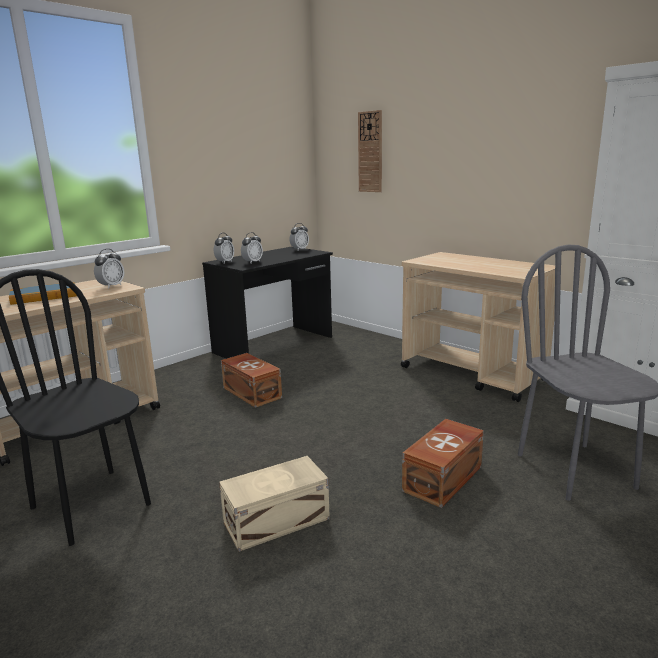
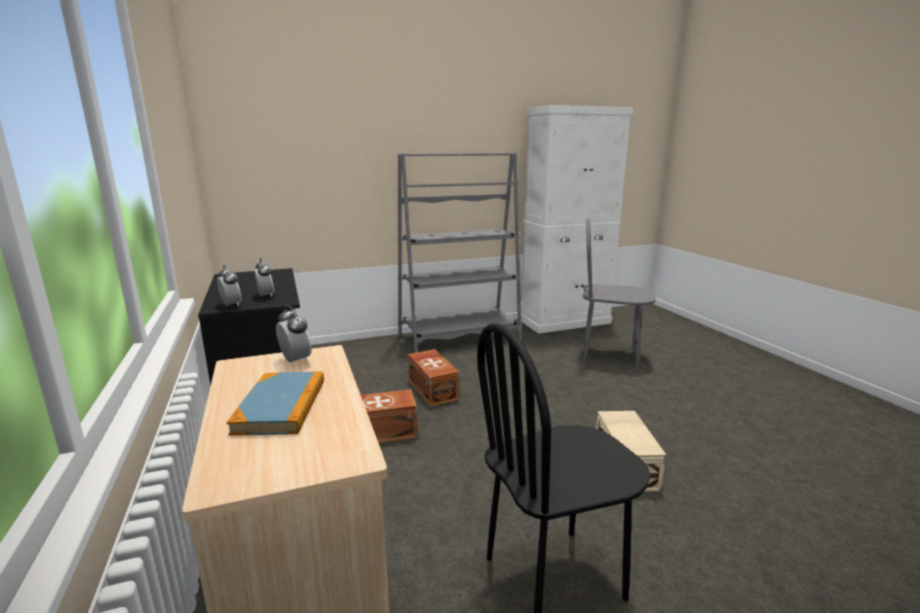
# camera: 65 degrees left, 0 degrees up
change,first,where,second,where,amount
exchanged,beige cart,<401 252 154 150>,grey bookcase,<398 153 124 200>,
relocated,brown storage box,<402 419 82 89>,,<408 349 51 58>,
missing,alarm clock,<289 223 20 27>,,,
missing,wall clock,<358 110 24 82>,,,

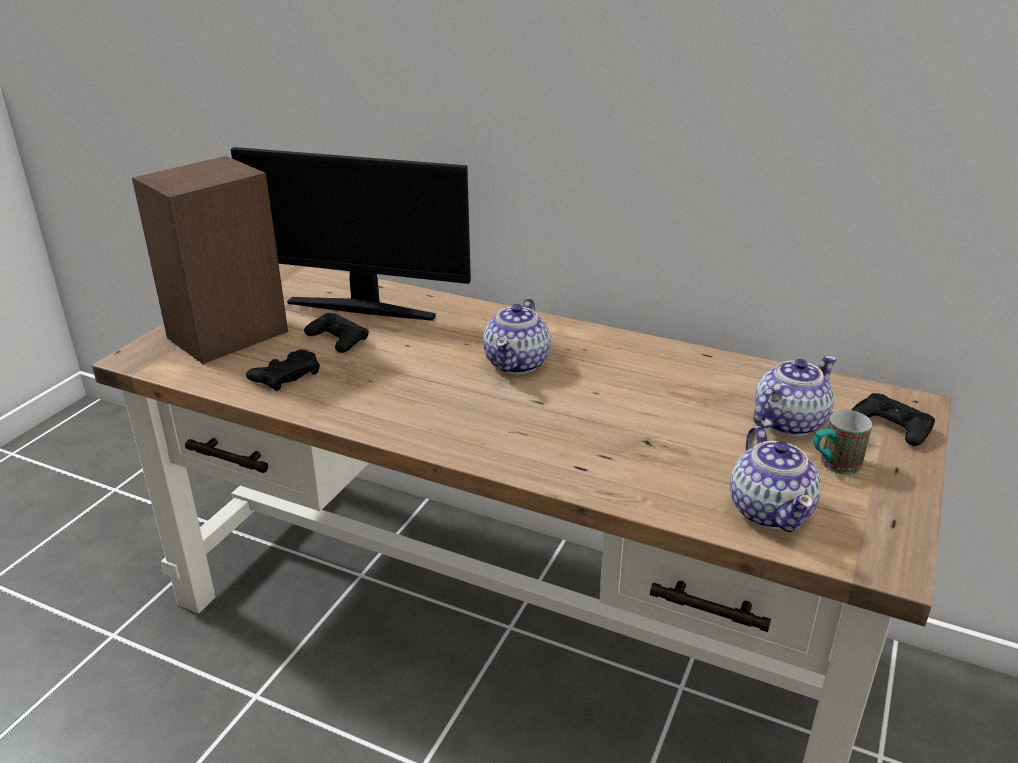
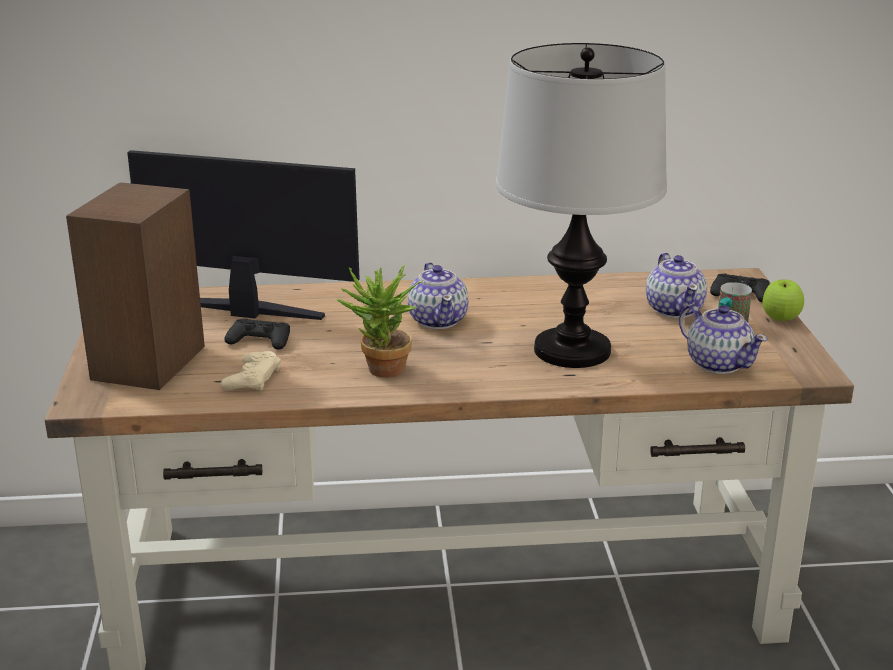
# camera: 30 degrees left, 5 degrees down
change,first,where,second,where,amount
spun,monitor,<231 147 240 174>,,<127 150 233 170>,150 degrees counterclockwise
colour,black game controller,<246 350 74 41>,beige game controller,<221 351 61 40>,
appeared,,,potted plant,<336 264 87 114>,
appeared,,,table lamp,<496 43 171 325>,
spun,teapot,<753 355 84 81>,,<646 253 61 65>,150 degrees clockwise
appeared,,,apple,<762 280 42 41>,

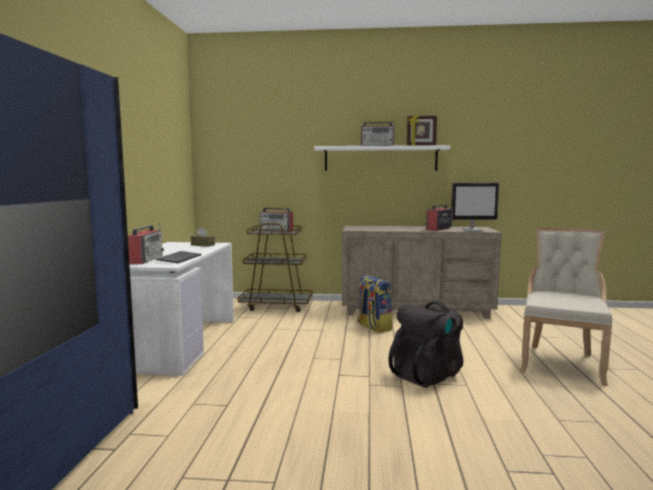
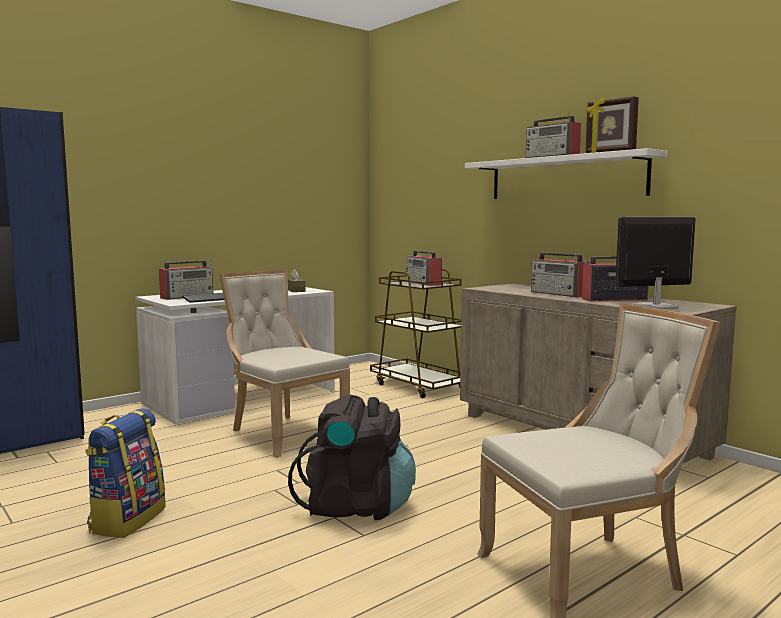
# camera: 45 degrees right, 0 degrees up
change,first,where,second,where,amount
relocated,backpack,<357 275 35 58>,,<85 408 81 130>,
appeared,,,beige chair,<219 269 131 189>,
appeared,,,radio,<531 253 58 44>,
spun,monitor,<451 183 48 48>,,<615 217 81 92>,120 degrees clockwise

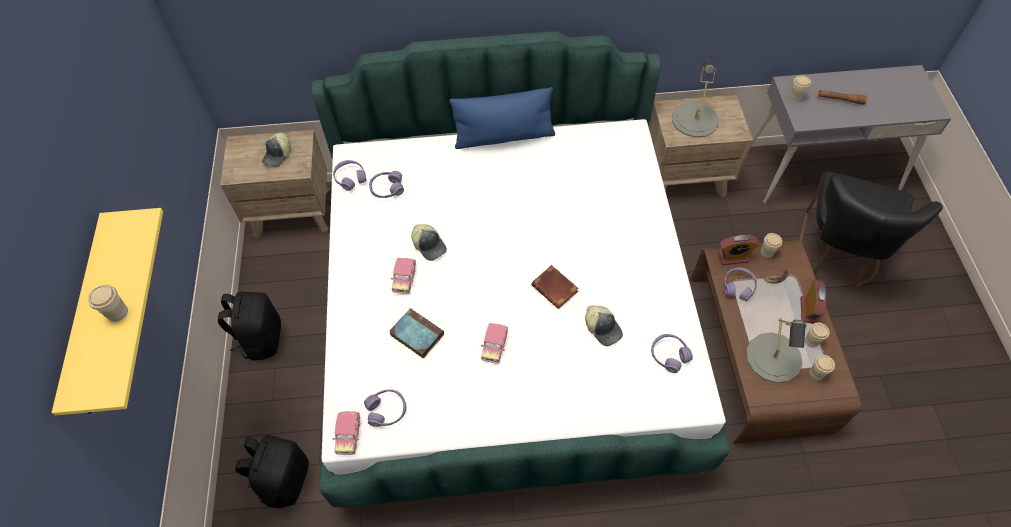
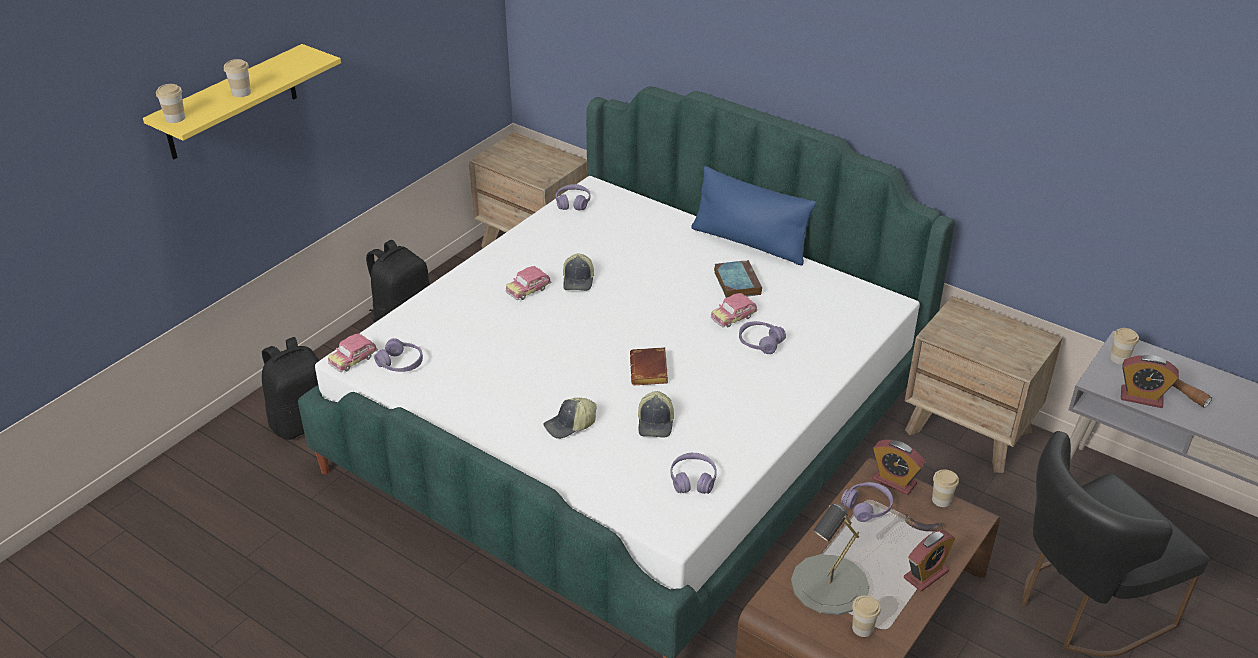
# camera: 40 degrees right, 20 degrees down
change,first,where,second,where,amount
relocated,cup,<805 322 25 26>,,<156 84 29 39>,
relocated,cap,<262 133 29 34>,,<544 398 52 41>,
relocated,toy car,<481 323 27 41>,,<711 293 47 35>,
relocated,book,<389 308 55 50>,,<714 260 48 38>,
relocated,purple headphones,<369 171 35 27>,,<739 321 47 33>,
appeared,,,alarm clock,<1121 355 58 53>,
missing,grey table lamp,<672 61 47 76>,,,

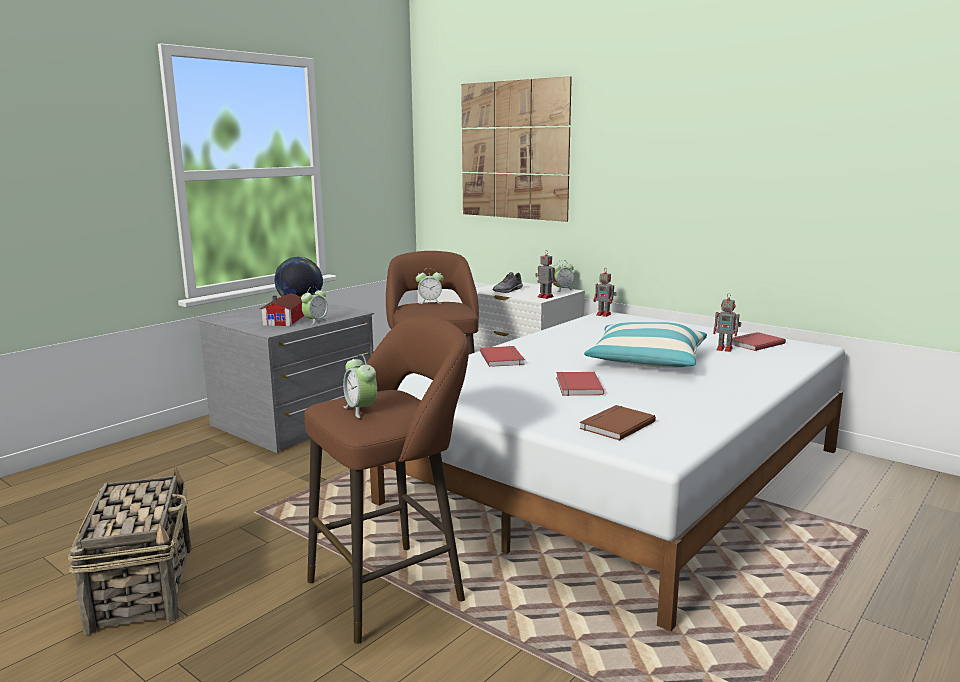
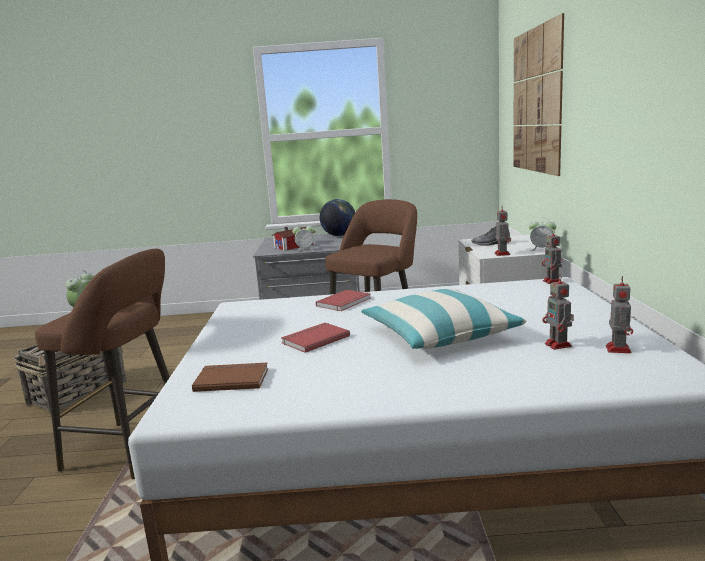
# camera: 50 degrees right, 0 degrees up
change,first,where,second,where,amount
exchanged,red book,<731 332 55 19>,toy robot,<606 276 27 77>,
missing,alarm clock,<416 268 28 36>,,,

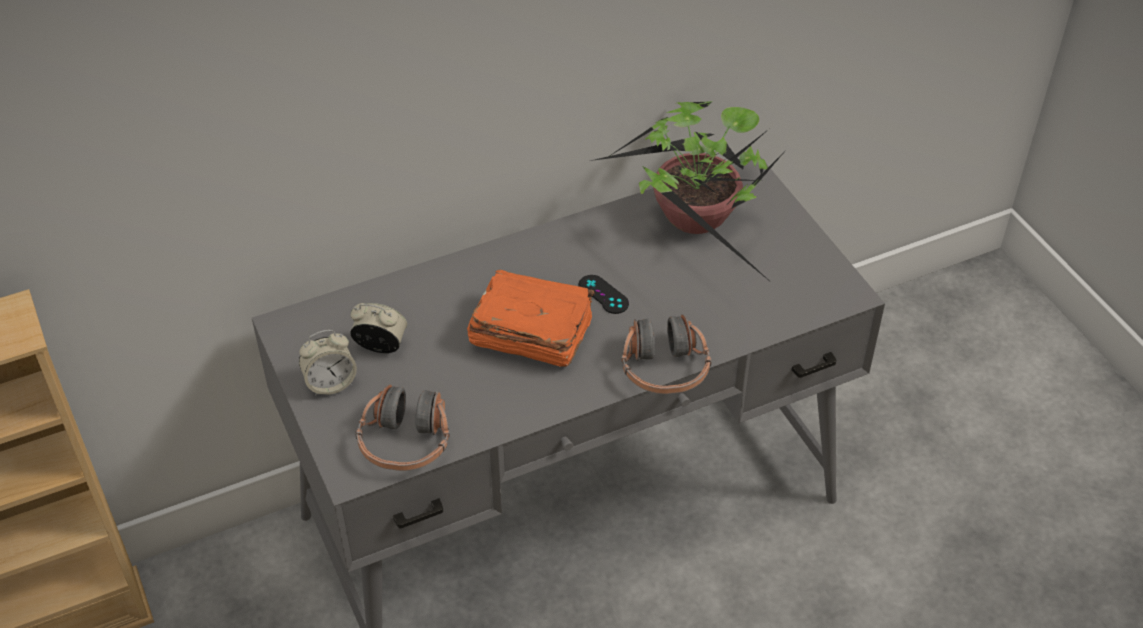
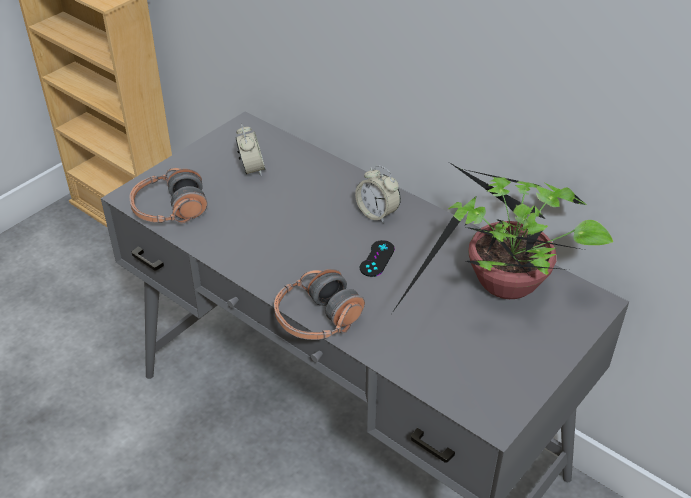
# camera: 65 degrees right, 5 degrees down
change,first,where,second,where,amount
relocated,alarm clock,<299 330 58 66>,,<355 165 46 59>,
missing,orange book,<467 269 127 98>,,,

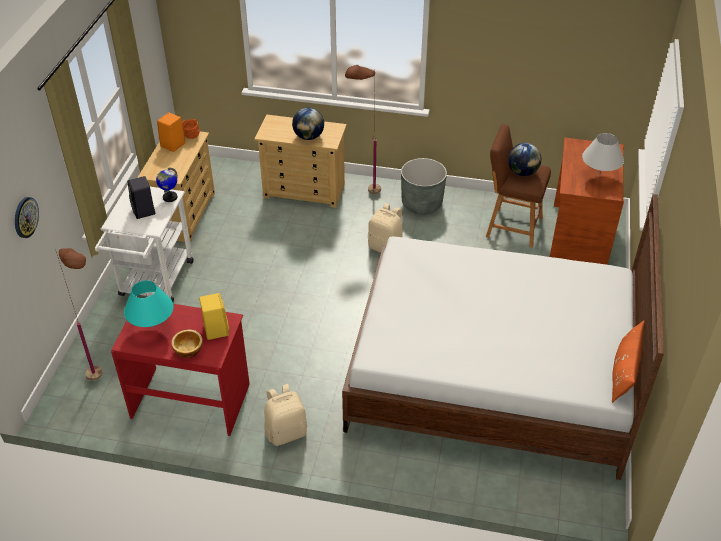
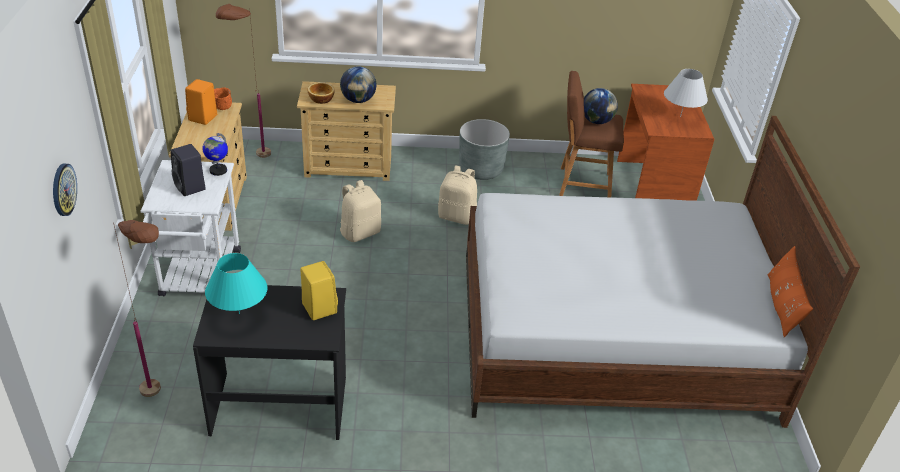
# camera: 15 degrees left, 5 degrees down
change,first,where,second,where,amount
colour,red desk,<111 304 139 132>,black desk,<193 285 153 155>,
relocated,brown floor lamp,<345 65 36 129>,,<216 4 55 154>,
relocated,bowl,<171 329 32 29>,,<307 82 28 22>,
relocated,beige backpack,<264 384 43 62>,,<340 180 41 62>,

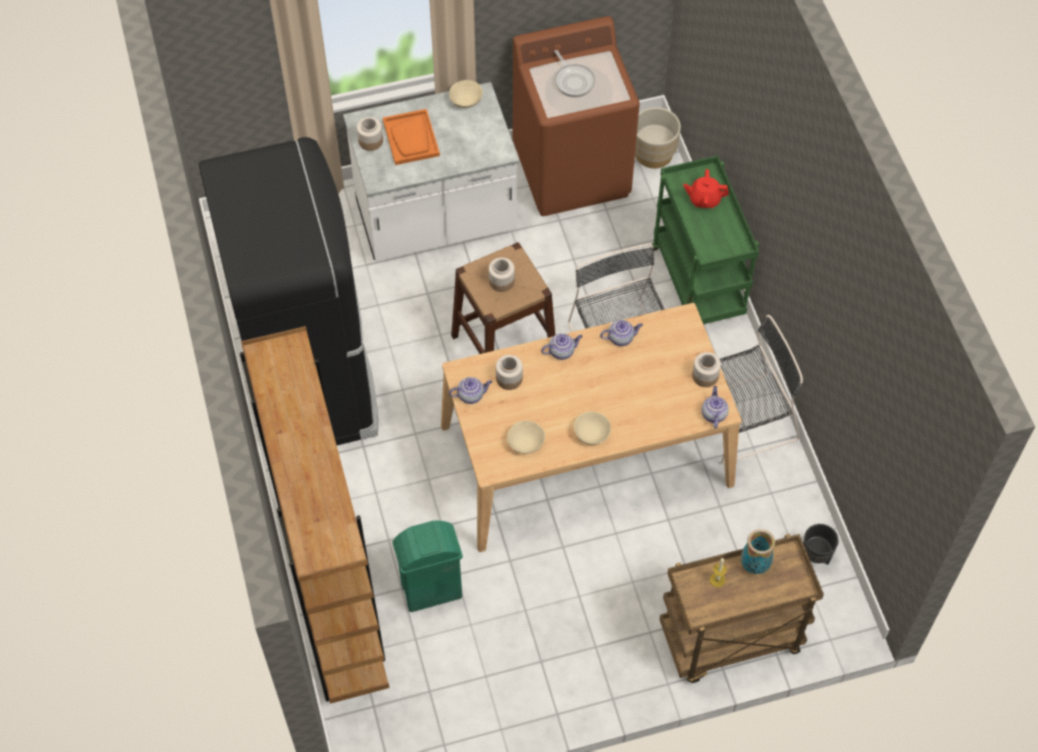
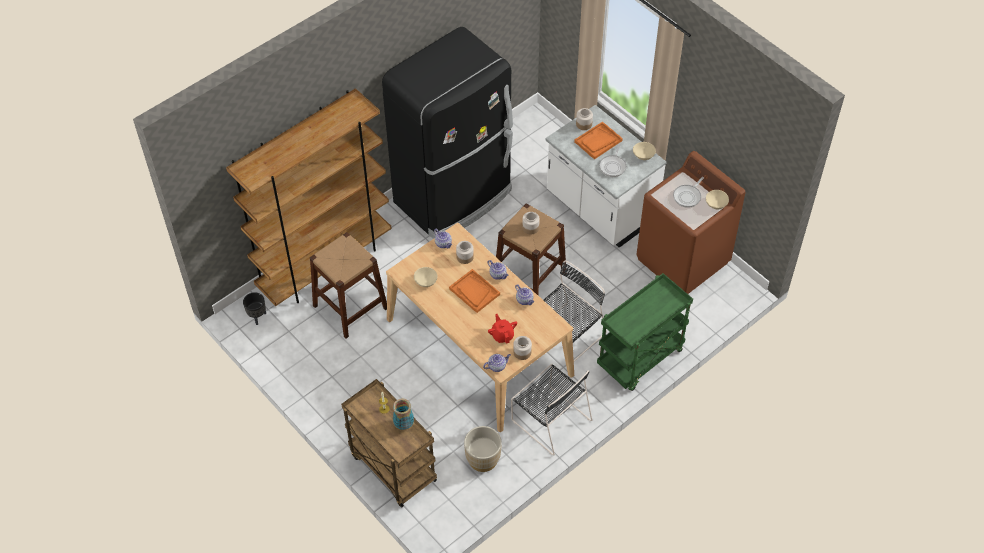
# camera: 65 degrees right, 5 degrees down
change,first,where,second,where,amount
relocated,black planter,<803 524 35 41>,,<243 292 23 33>,
exchanged,green trash can,<392 520 71 92>,brown stool,<310 232 77 106>,
appeared,,,orange tray,<449 269 51 44>,
relocated,beige planter,<635 107 46 61>,,<464 426 37 46>,
relocated,red teapot,<683 169 46 39>,,<488 314 29 29>,
appeared,,,frying pan,<599 144 27 33>,
relocated,beige bowl,<574 411 37 34>,,<706 190 23 19>,

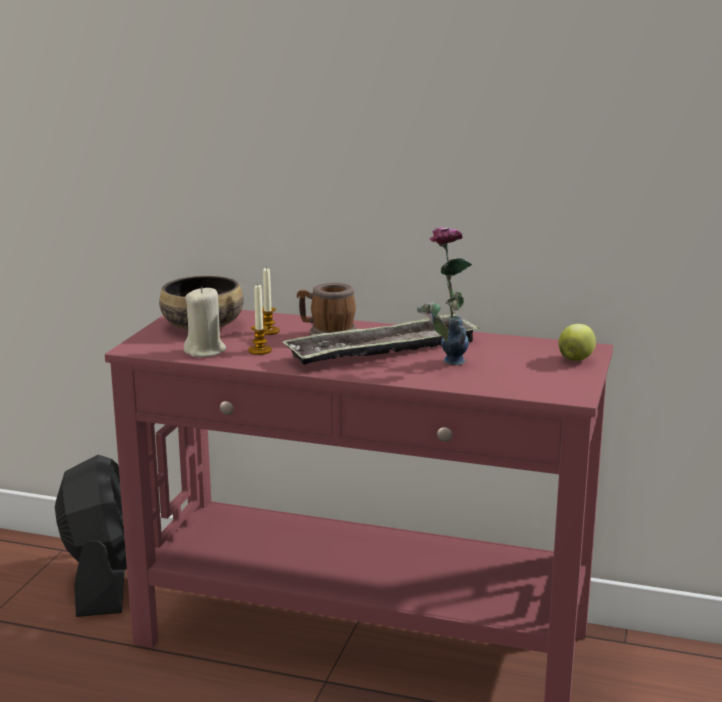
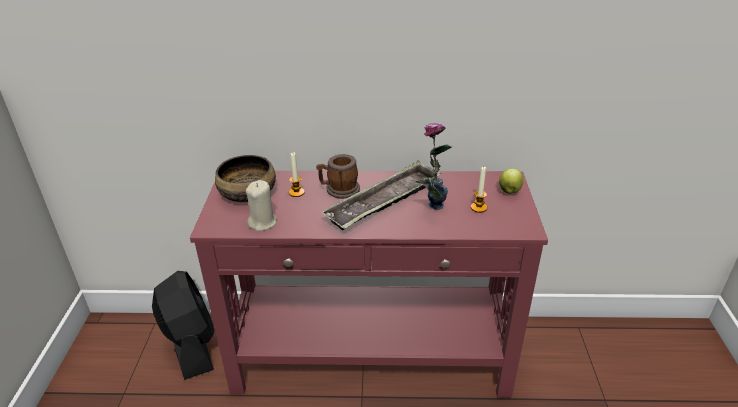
# camera: 15 degrees left, 15 degrees up
change,first,where,second,where,amount
relocated,candle,<248 285 24 70>,,<471 166 16 47>,

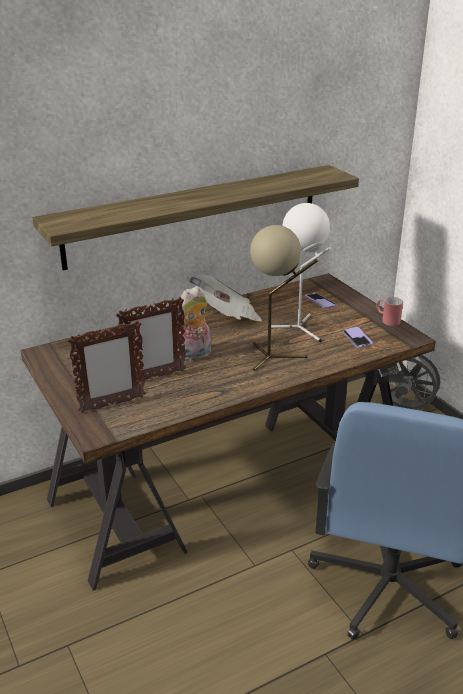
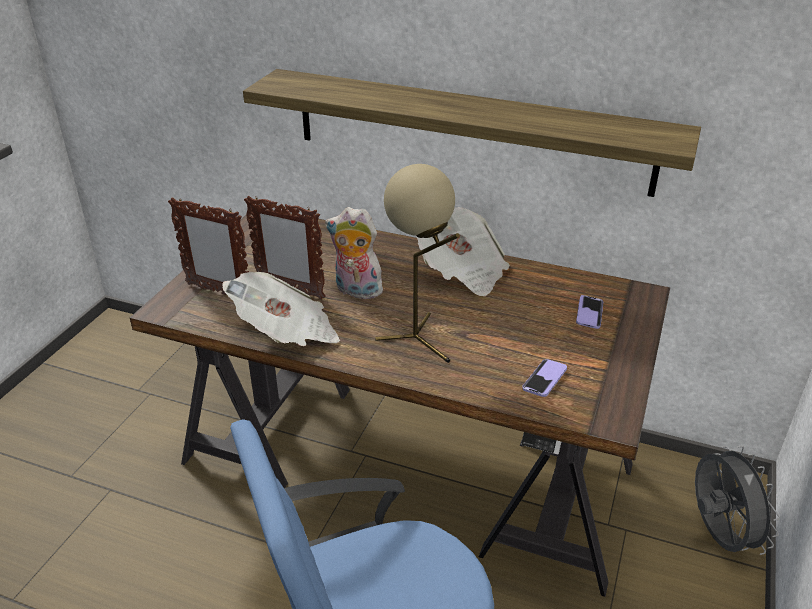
# camera: 50 degrees right, 5 degrees up
change,first,where,second,where,amount
appeared,,,newspaper,<222 272 118 74>,
missing,white table lamp,<271 203 60 139>,,,
missing,red mug,<376 297 27 29>,,,

